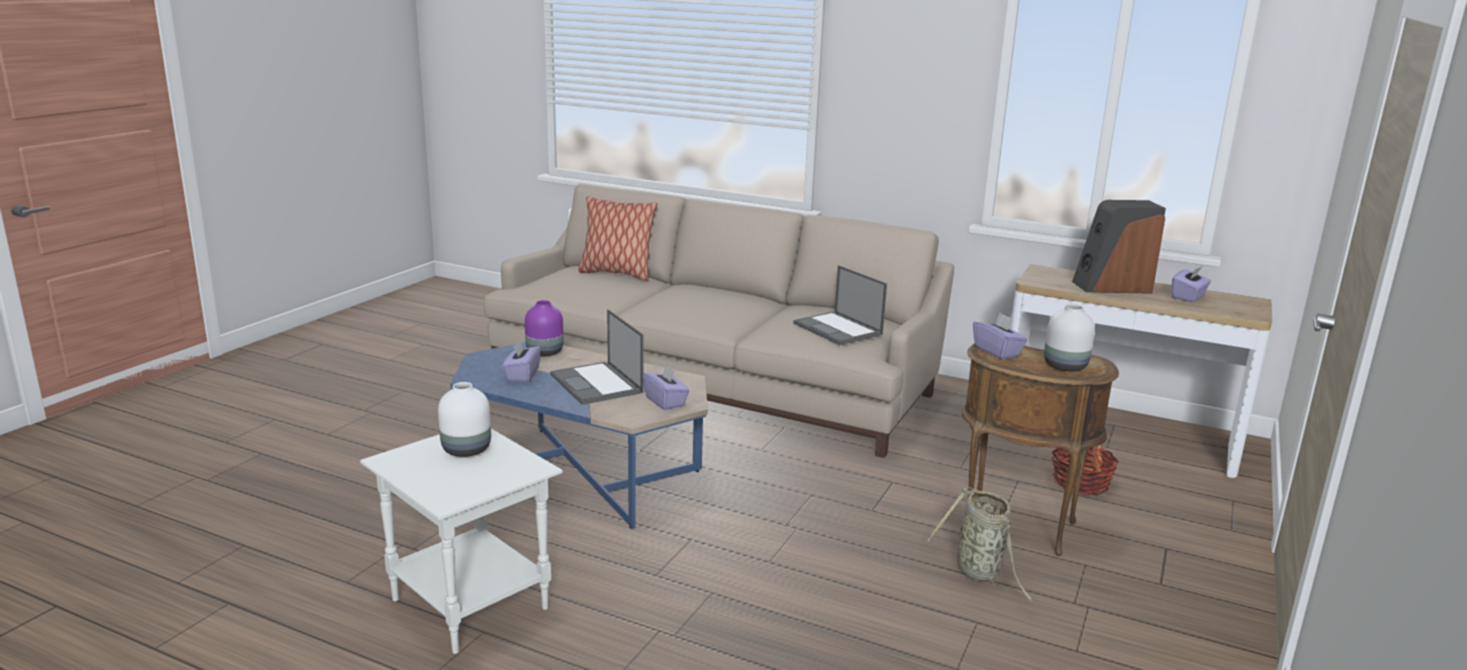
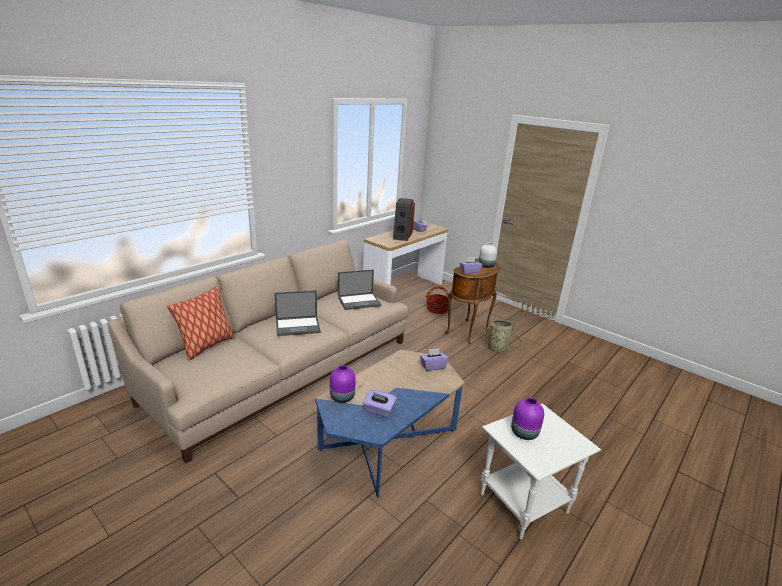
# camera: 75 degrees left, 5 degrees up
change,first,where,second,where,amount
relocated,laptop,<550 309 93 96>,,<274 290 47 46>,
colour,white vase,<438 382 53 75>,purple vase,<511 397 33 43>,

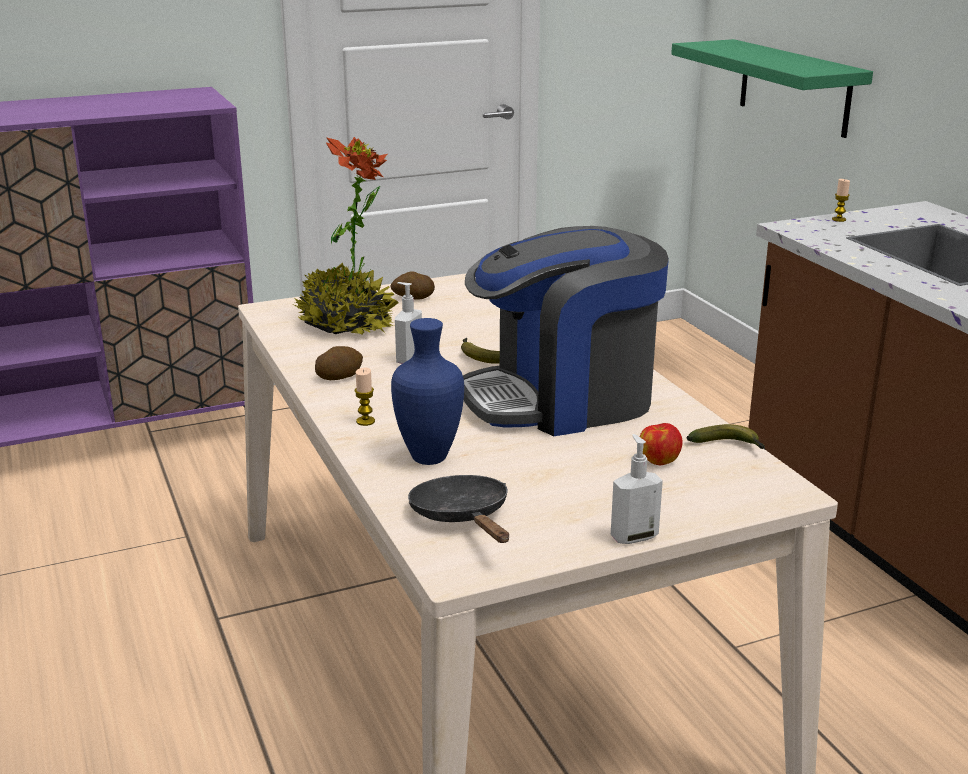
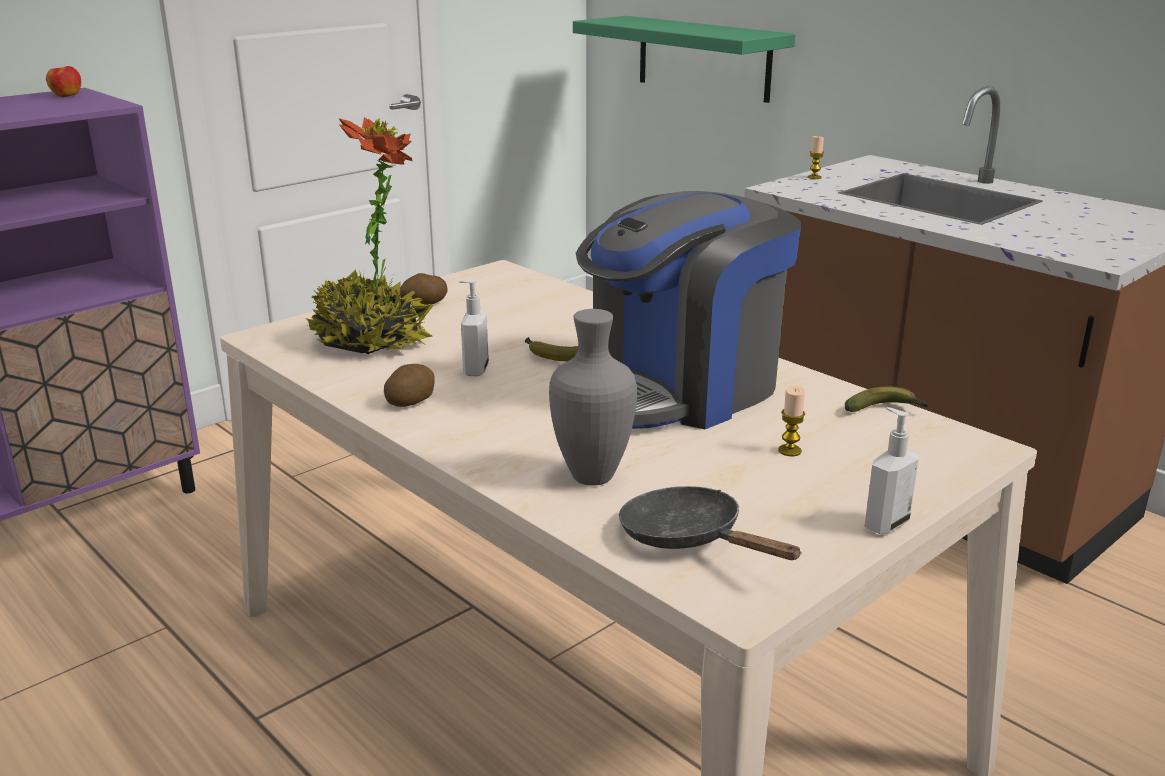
# camera: 20 degrees left, 0 degrees up
change,first,where,second,where,amount
relocated,apple,<640 423 43 42>,,<46 66 35 31>,
colour,blue vase,<391 318 73 147>,grey vase,<549 309 88 177>,
relocated,candle,<355 368 20 58>,,<778 386 27 70>,

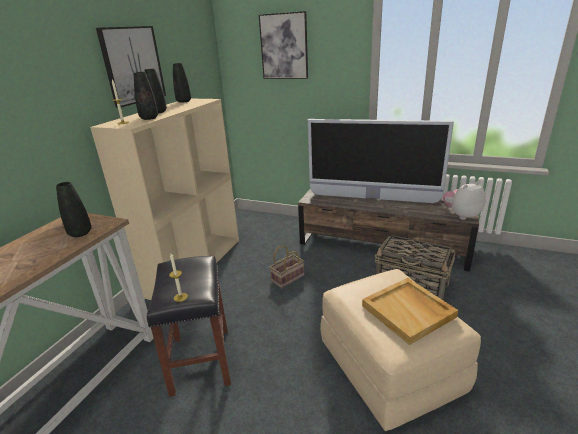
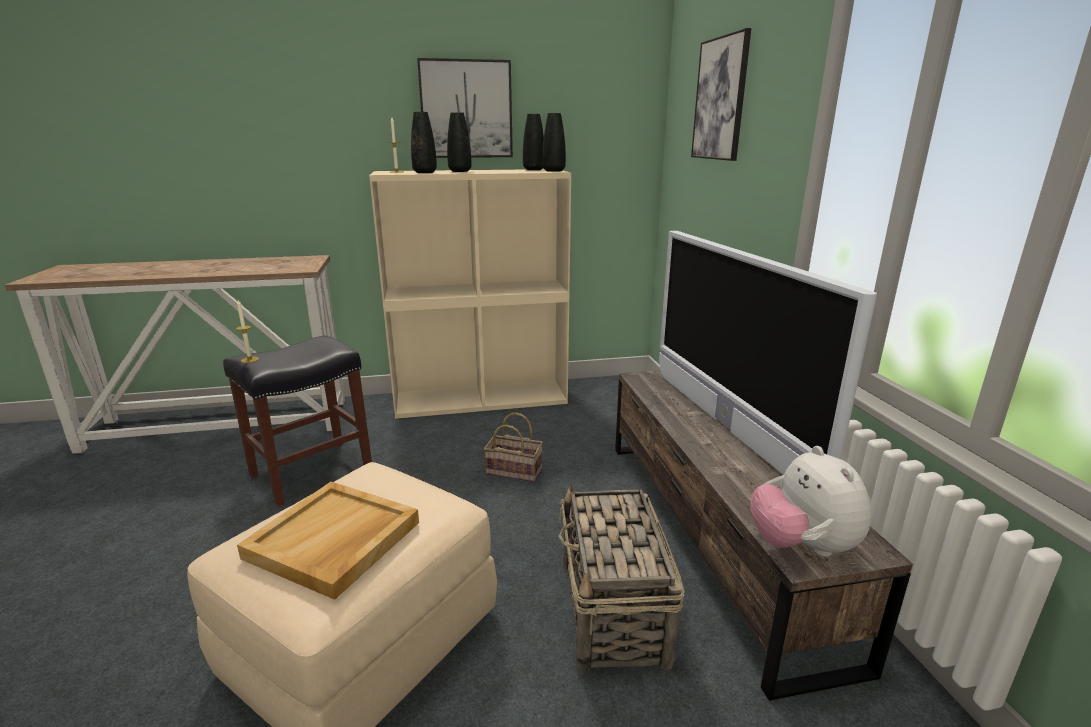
# camera: 55 degrees right, 5 degrees down
change,first,where,second,where,amount
relocated,black vase,<56 182 36 55>,,<542 113 24 59>,
spun,plush toy,<443 182 43 38>,,<750 446 121 111>,135 degrees counterclockwise

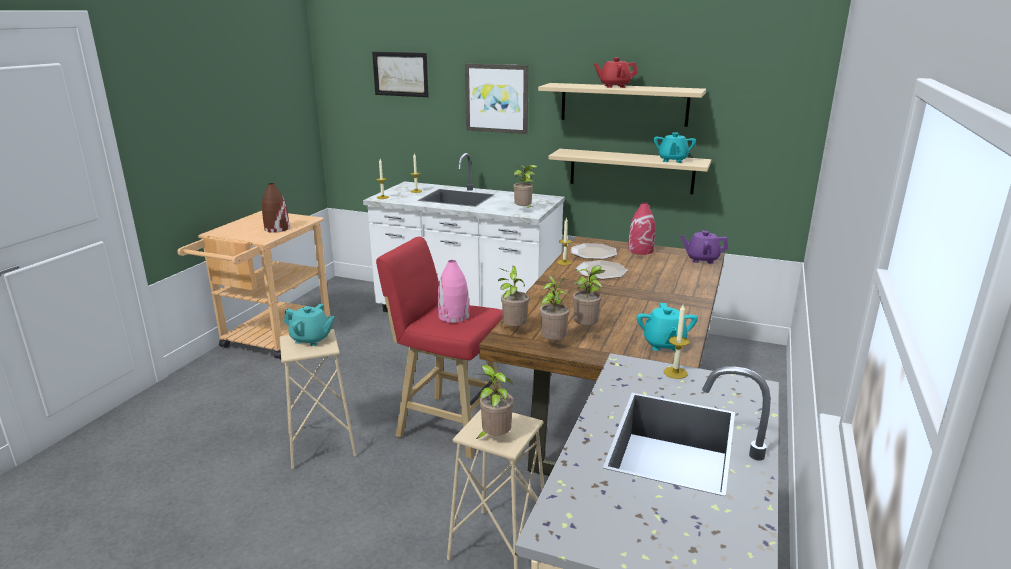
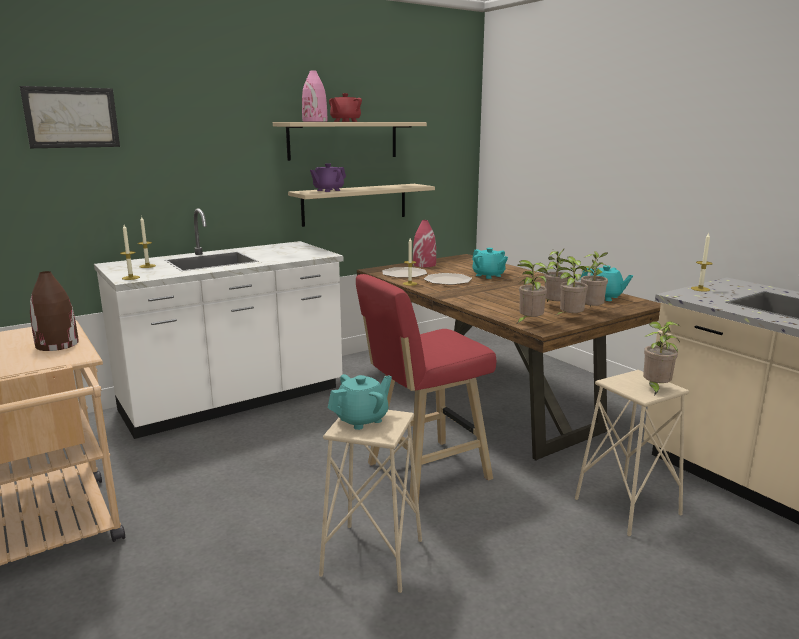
# camera: 55 degrees left, 5 degrees down
change,first,where,second,where,amount
relocated,pink vase,<438 260 31 63>,,<302 71 25 51>,
relocated,purple teapot,<680 230 49 34>,,<310 163 36 29>,
relocated,turquoise teapot,<654 132 42 31>,,<472 248 36 31>,
relocated,potted plant,<513 165 24 42>,,<581 251 27 56>,
missing,picture,<465 63 64 71>,,,

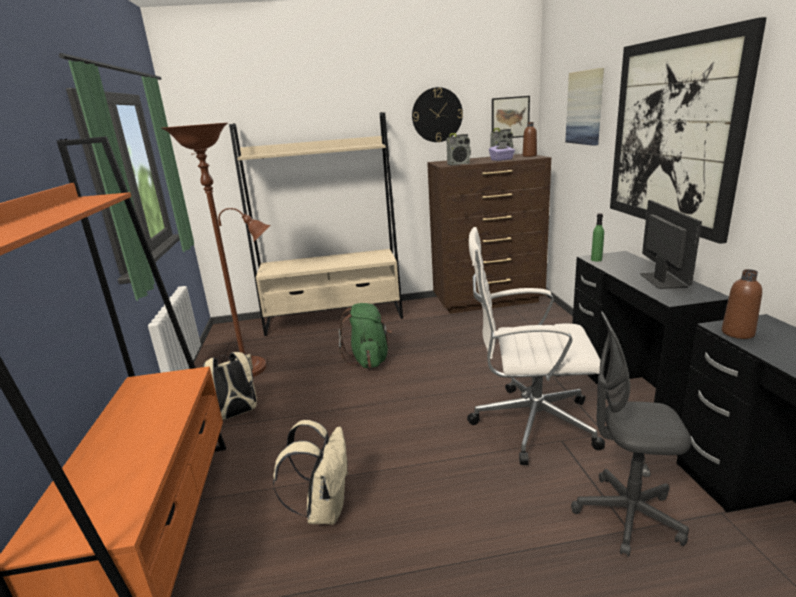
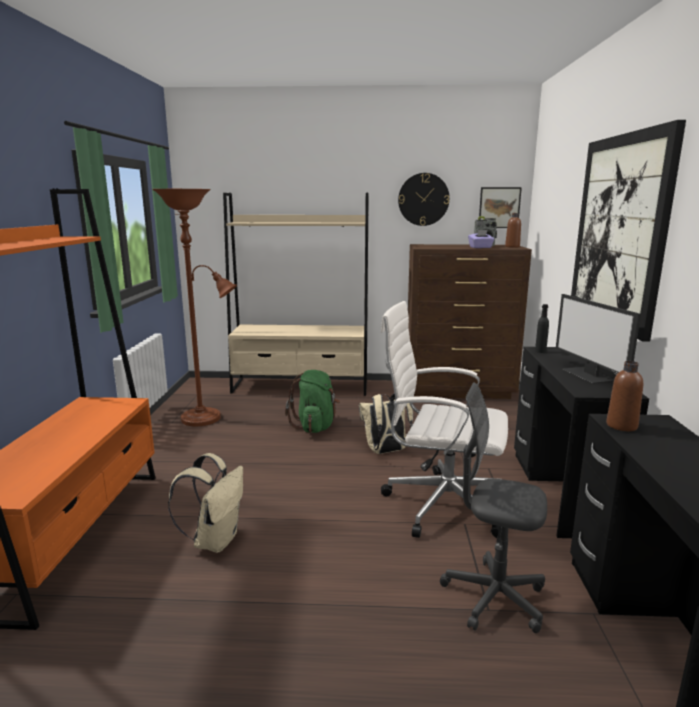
# camera: 10 degrees right, 5 degrees down
change,first,where,second,where,amount
relocated,beige backpack,<203 352 54 68>,,<359 393 54 61>,
colour,green bottle,<591 213 13 48>,black bottle,<535 304 14 49>,
spun,monitor,<640 200 62 89>,,<556 294 85 90>,150 degrees clockwise
missing,radio,<446 133 25 32>,,,
missing,picture,<565 68 39 78>,,,

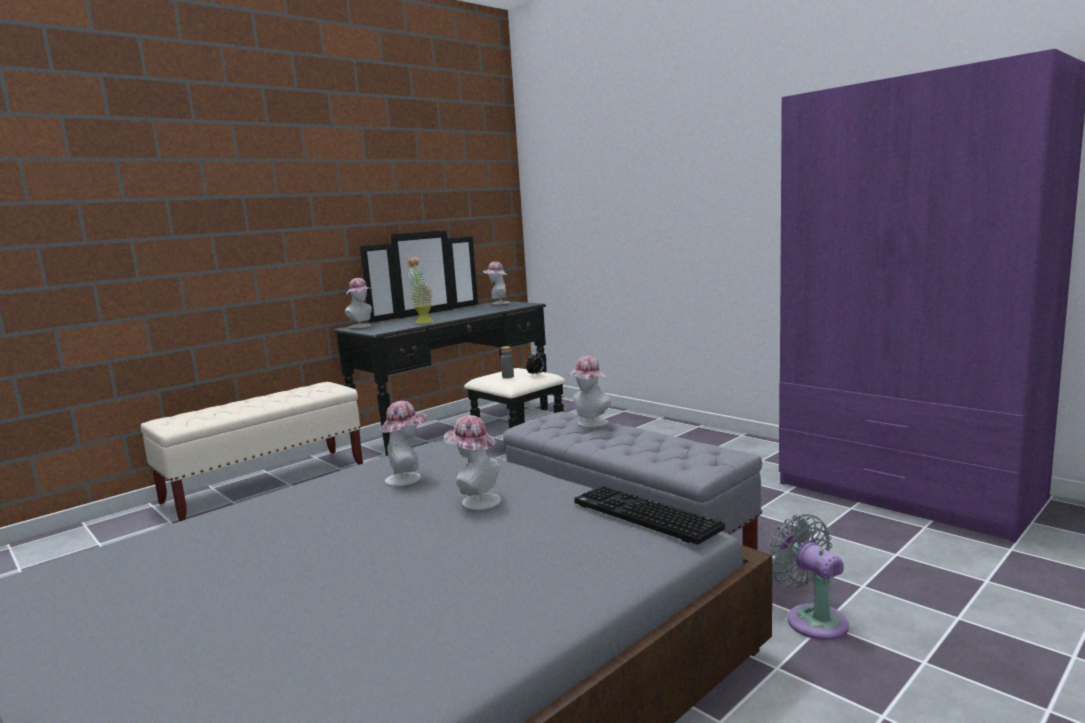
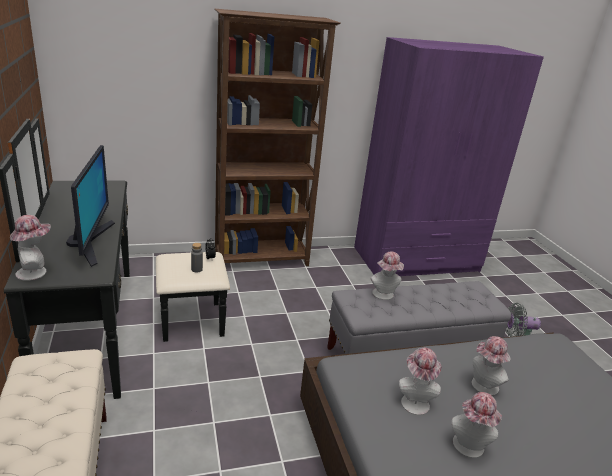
# camera: 65 degrees left, 15 degrees up
change,first,where,second,where,amount
exchanged,potted plant,<406 257 27 67>,monitor,<66 145 49 122>,
appeared,,,brown bookcase,<214 9 127 257>,
relocated,hat,<483 262 27 43>,,<452 392 50 66>,
missing,keyboard,<575 486 150 59>,,,

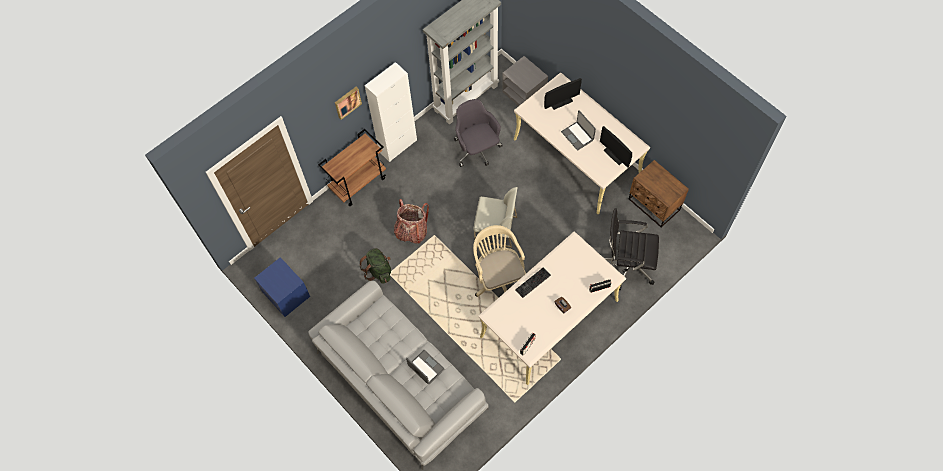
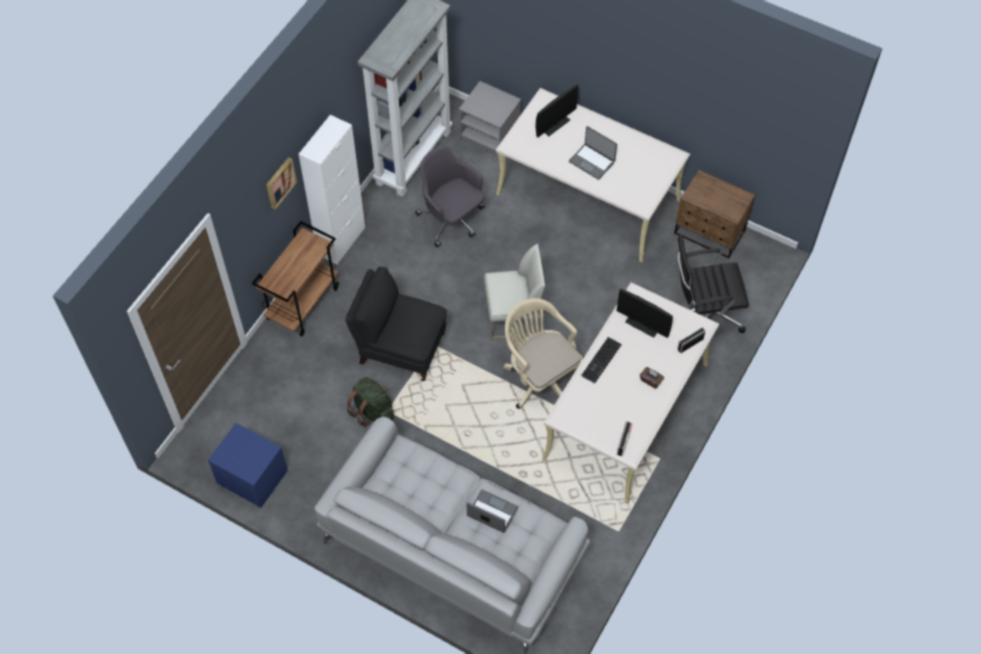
# camera: 20 degrees left, 5 degrees down
change,first,where,second,where,amount
exchanged,backpack,<394 199 35 45>,black armchair,<345 267 102 114>,
relocated,monitor,<600 126 32 42>,,<616 288 57 50>,

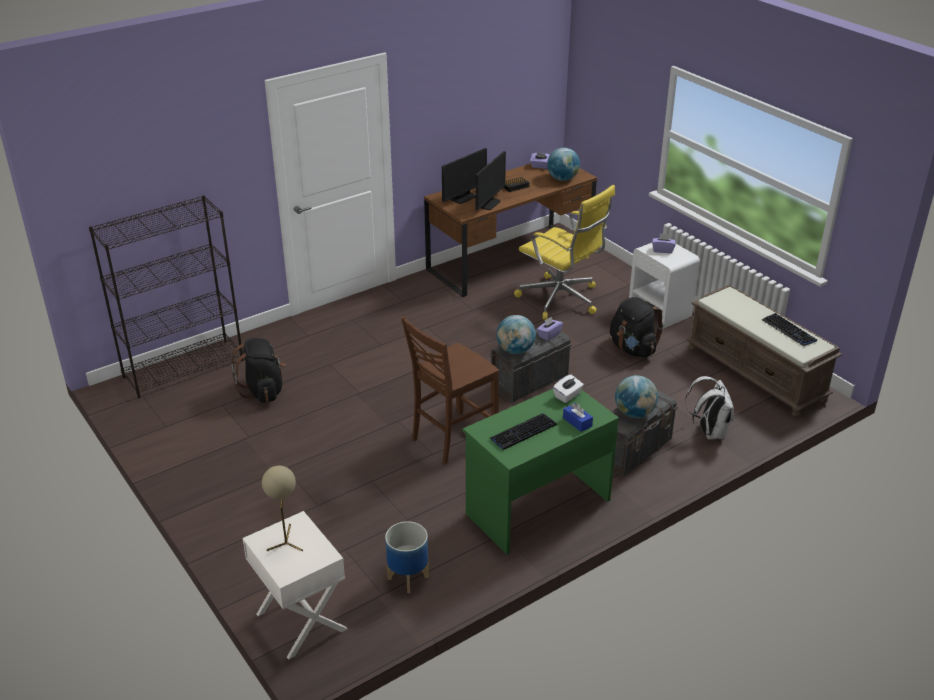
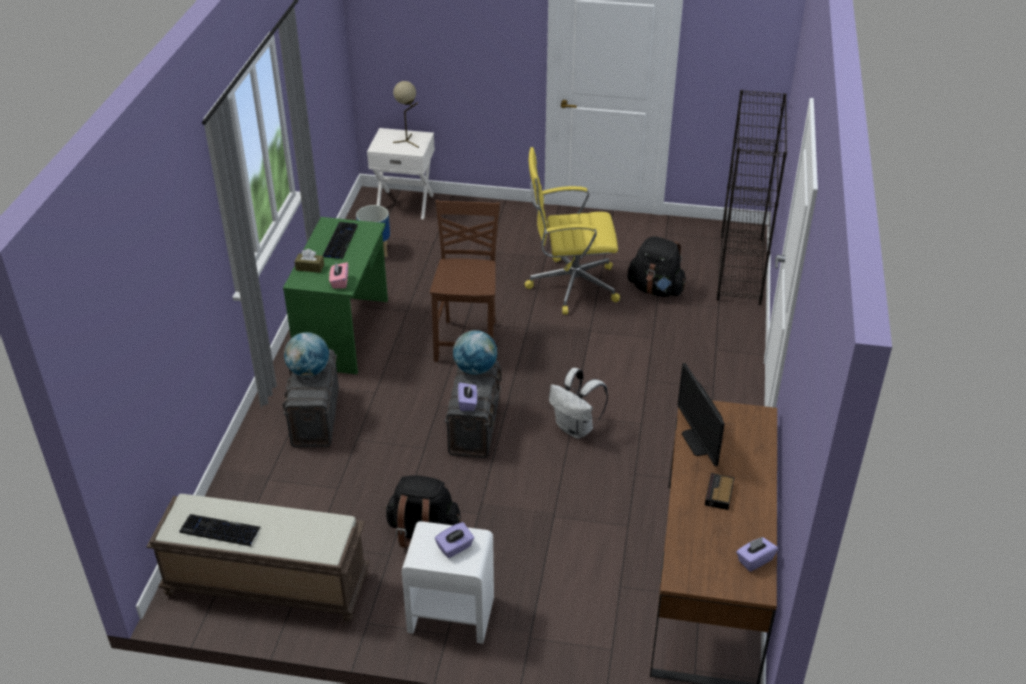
# camera: 135 degrees right, 5 degrees up
change,first,where,second,where,amount
colour,blue tissue box,<563 403 30 29>,brown tissue box,<294 249 30 24>,
colour,white tissue box,<553 375 31 28>,pink tissue box,<329 262 19 27>,
relocated,yellow office chair,<514 185 101 135>,,<524 147 96 168>,
relocated,white backpack,<685 376 49 64>,,<549 368 59 71>,
missing,monitor,<442 148 45 56>,,,
missing,globe,<547 148 33 33>,,,

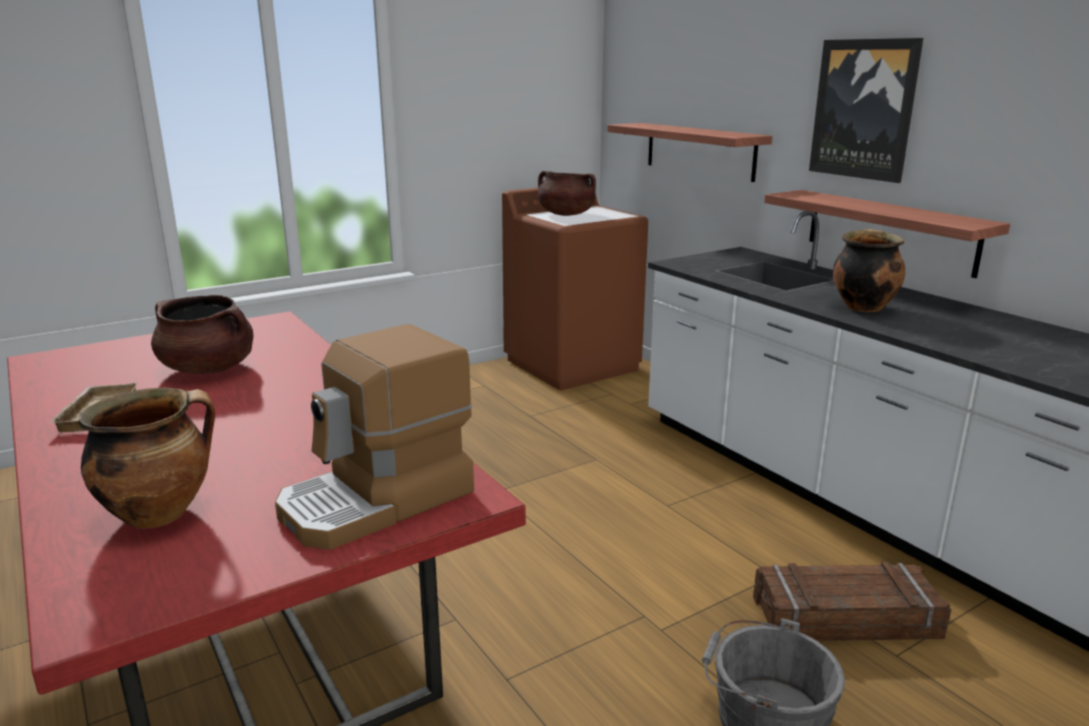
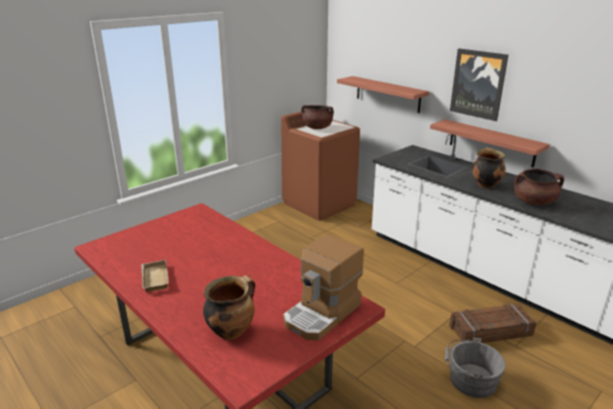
# camera: 10 degrees left, 5 degrees up
change,first,where,second,where,amount
relocated,brown cooking pot,<151 295 102 79>,,<514 169 50 36>,

